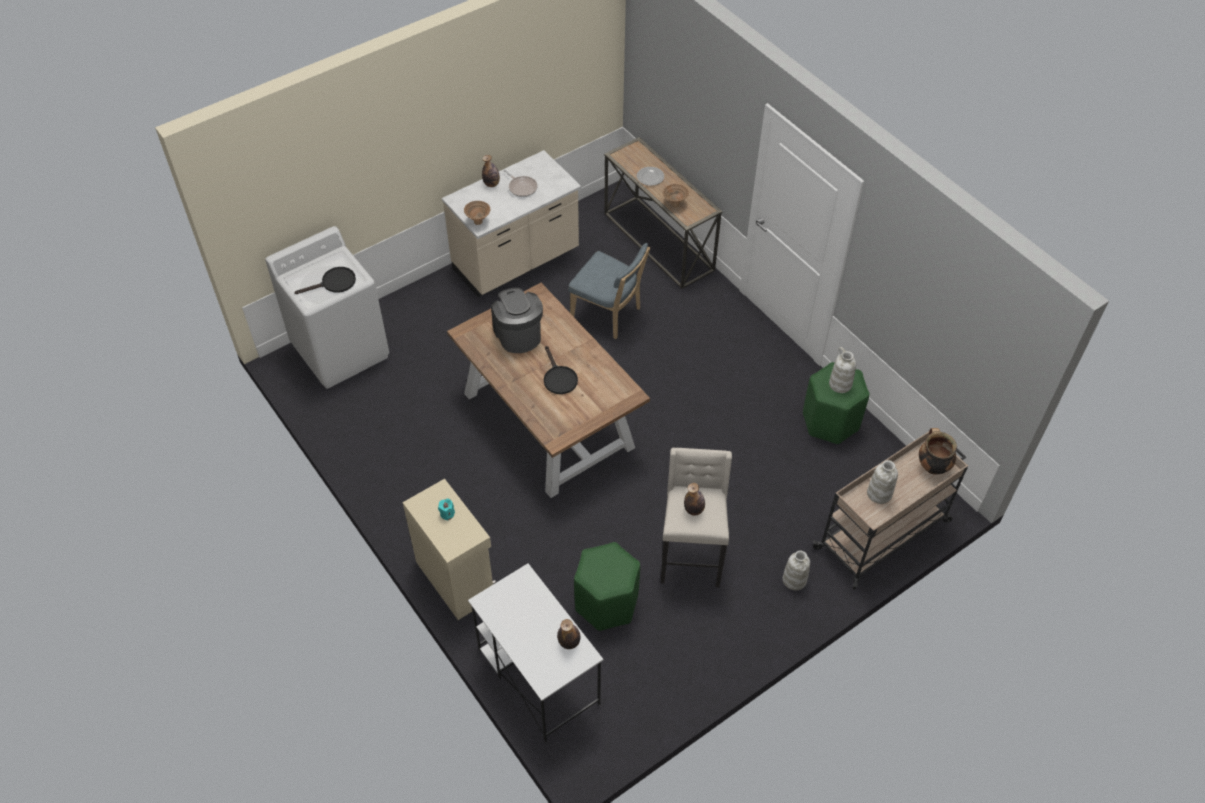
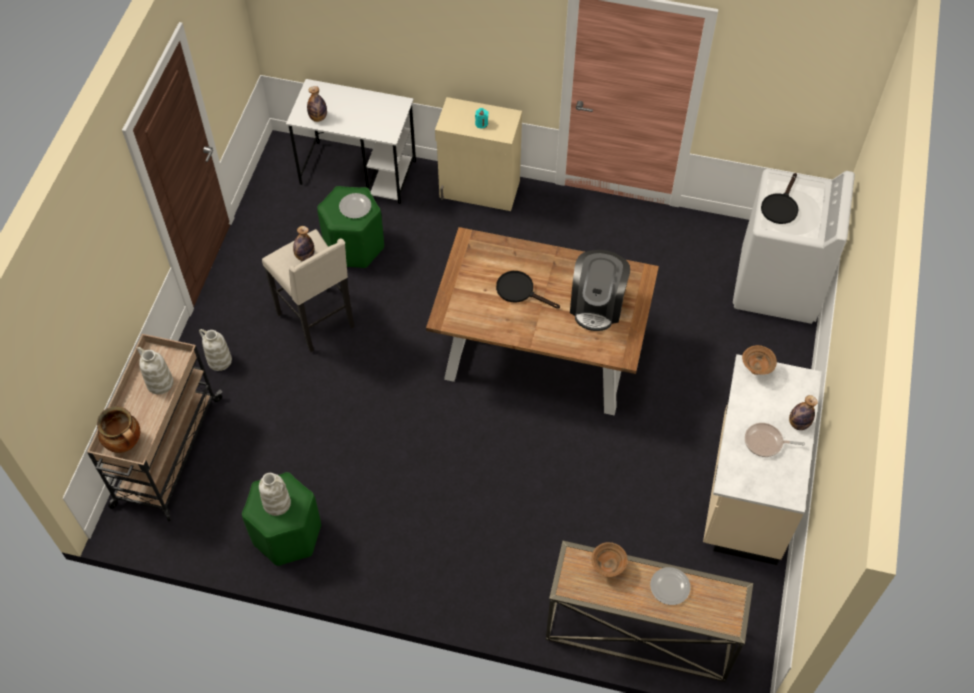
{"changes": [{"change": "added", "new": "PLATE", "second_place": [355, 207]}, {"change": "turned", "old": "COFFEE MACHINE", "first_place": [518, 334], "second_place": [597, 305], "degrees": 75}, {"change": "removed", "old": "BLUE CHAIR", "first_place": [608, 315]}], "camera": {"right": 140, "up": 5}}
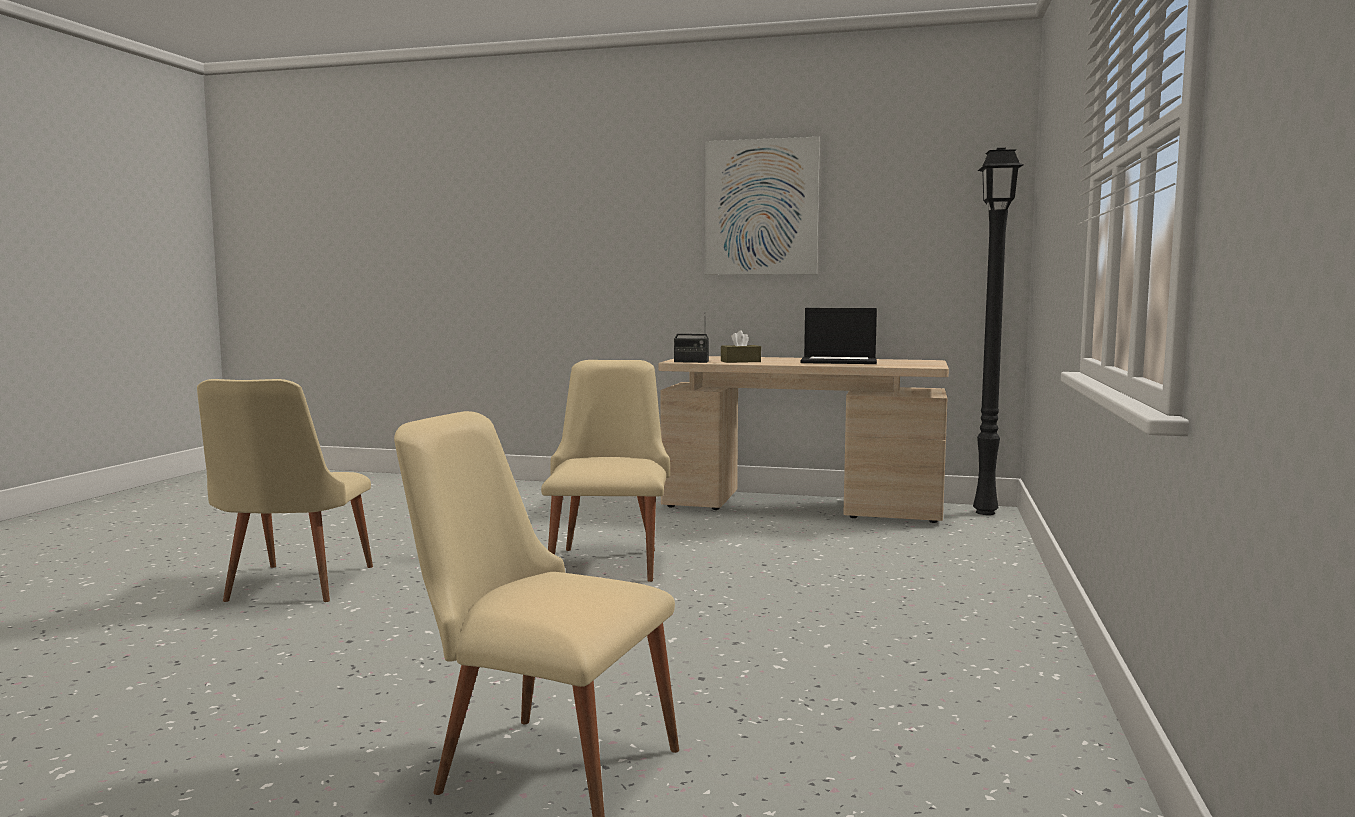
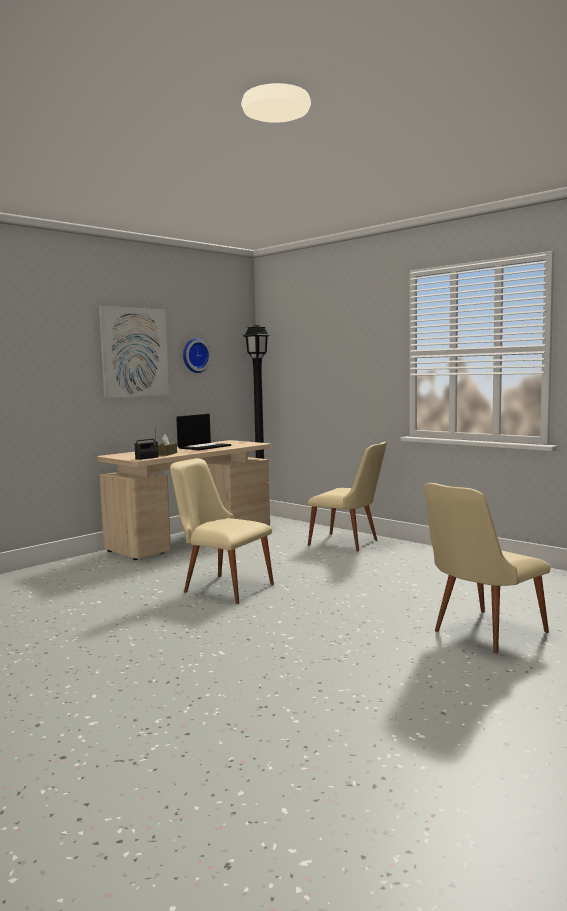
{"changes": [{"change": "added", "new": "WALL CLOCK", "second_place": [195, 355]}, {"change": "moved", "old": "BEIGE CHAIR", "first_place": [291, 588], "second_place": [349, 543]}], "camera": {"right": -60, "up": 0}}
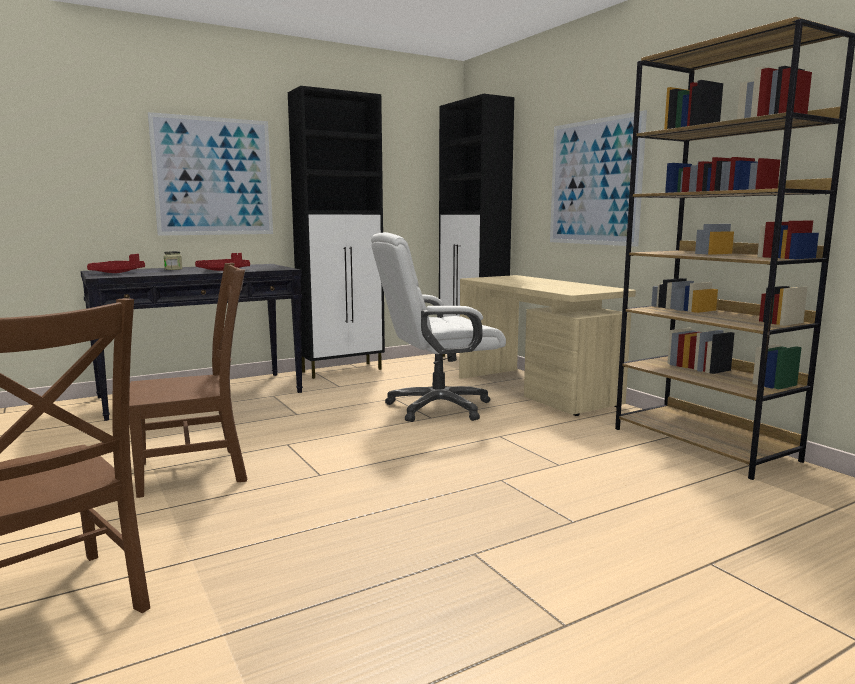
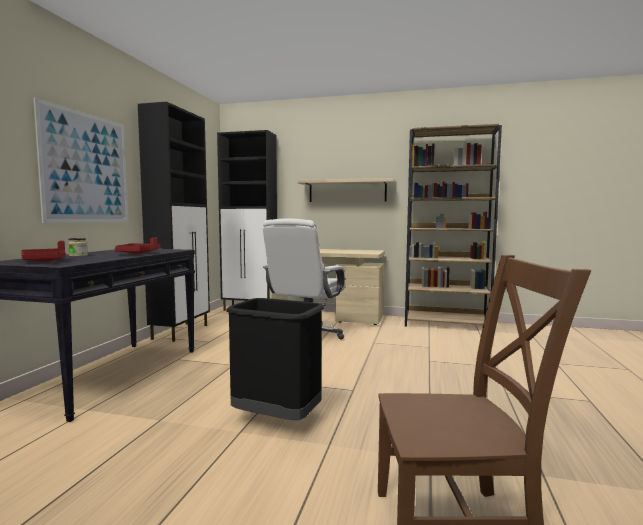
{"changes": [{"change": "replaced", "old": "BROWN CHAIR", "new": "BLACK TRASH CAN", "first_place": [197, 471], "second_place": [277, 419]}, {"change": "replaced", "old": "PICTURE", "new": "BEIGE SHELF", "first_place": [594, 182], "second_place": [347, 191]}], "camera": {"right": -45, "up": -5}}
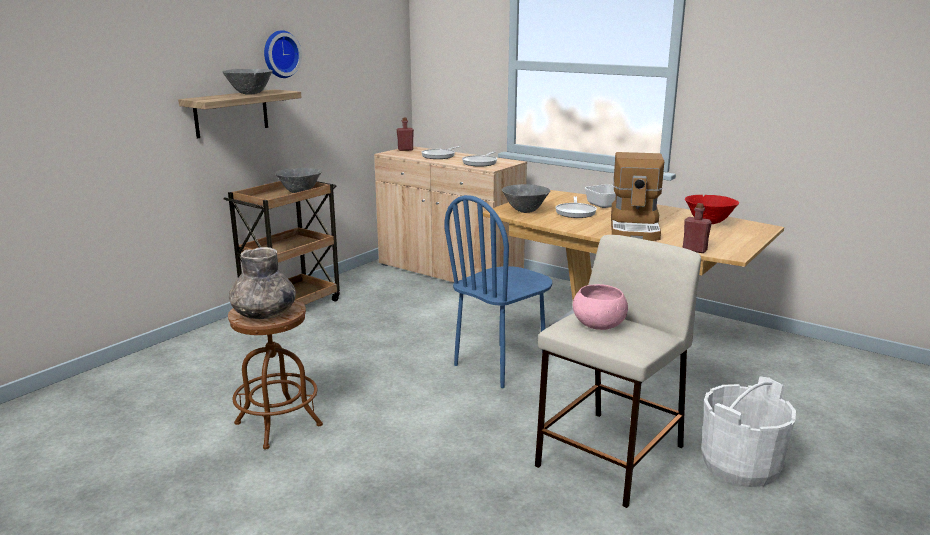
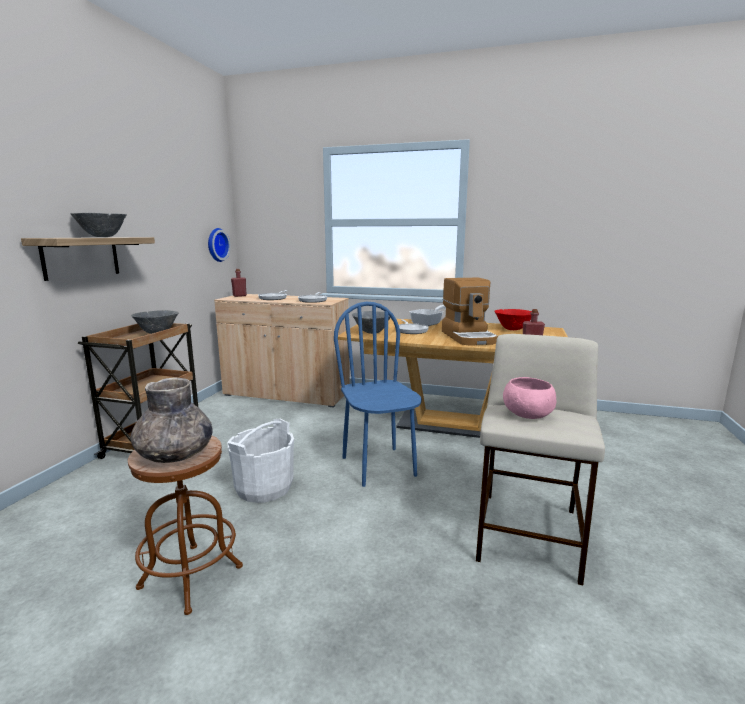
{"changes": [{"change": "moved", "old": "WALL CLOCK", "first_place": [280, 54], "second_place": [216, 245]}, {"change": "moved", "old": "WHITE BUCKET", "first_place": [739, 465], "second_place": [264, 487]}, {"change": "turned", "old": "BLUE CHAIR", "first_place": [500, 365], "second_place": [379, 466], "degrees": 135}], "camera": {"right": -20, "up": -5}}
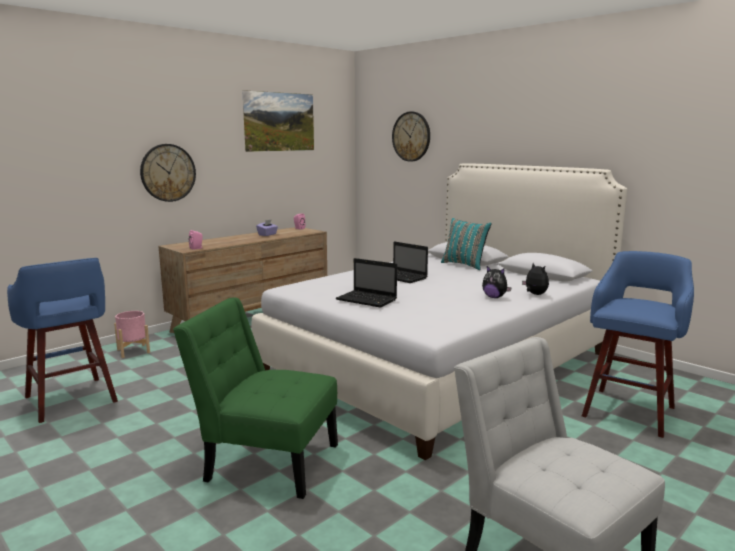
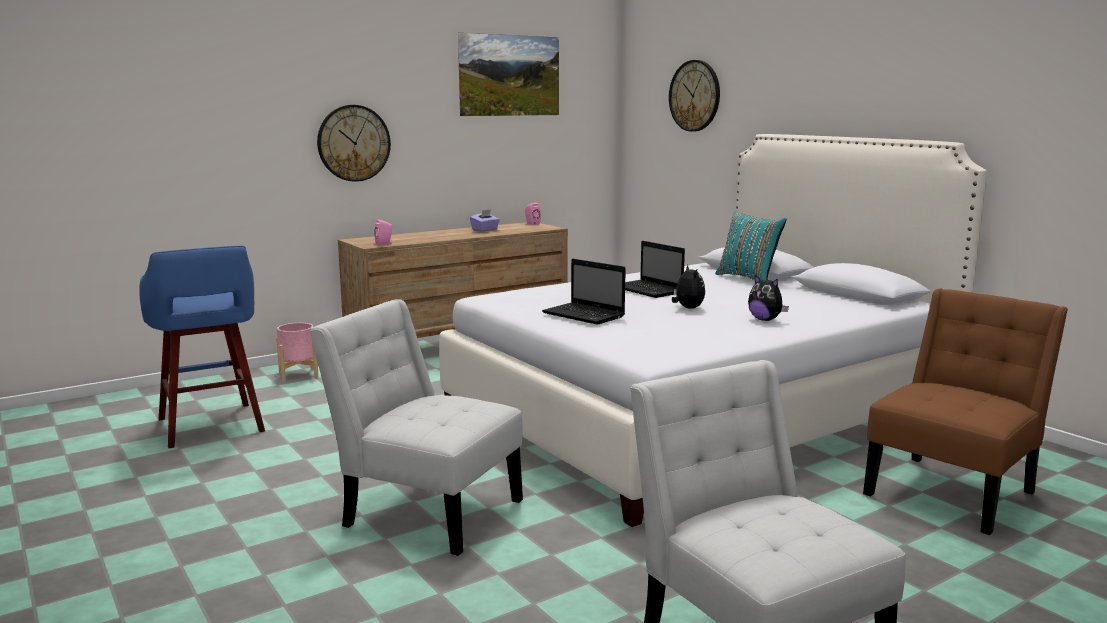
{"changes": [{"change": "recoloured", "old": "GREEN CHAIR", "new": "WHITE CHAIR", "first_place": [266, 461], "second_place": [426, 510]}, {"change": "moved", "old": "PLUSH TOY", "first_place": [534, 294], "second_place": [687, 308]}, {"change": "replaced", "old": "BLUE STOOL", "new": "BROWN CHAIR", "first_place": [629, 410], "second_place": [953, 491]}], "camera": {"right": 10, "up": 0}}
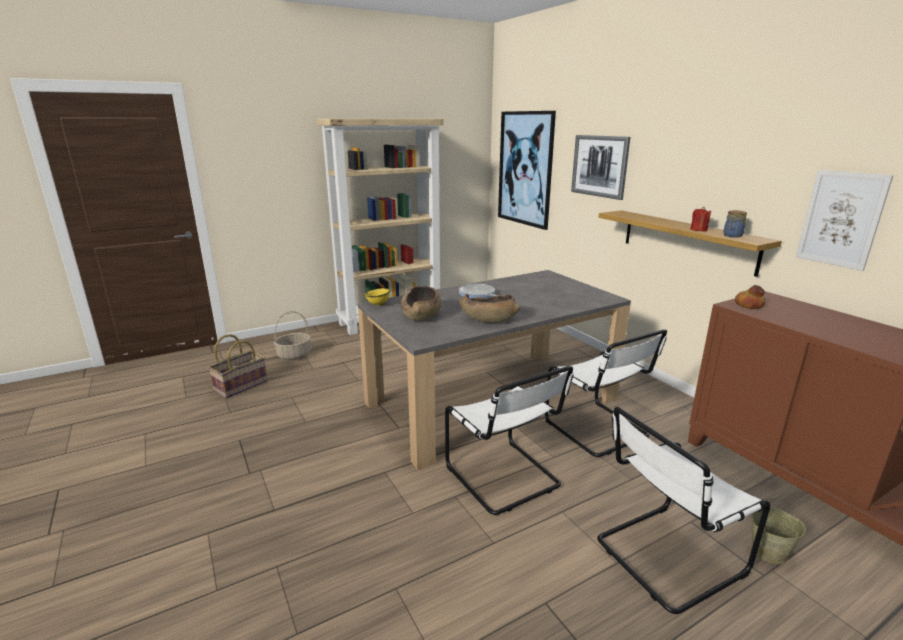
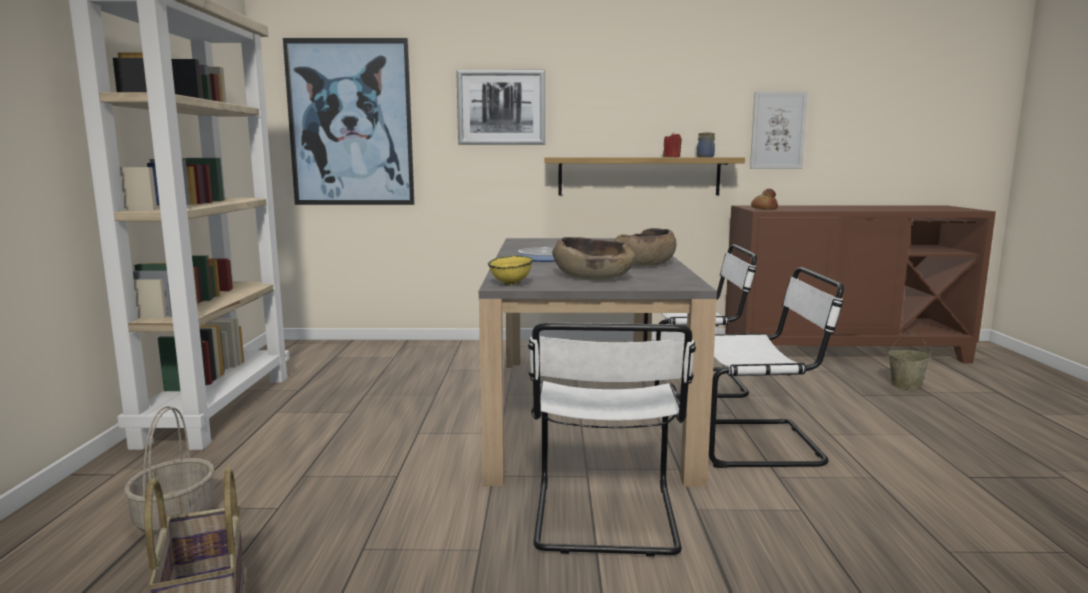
{"changes": [{"change": "moved", "old": "WHITE CHAIR", "first_place": [665, 557], "second_place": [605, 519]}], "camera": {"right": -60, "up": -10}}
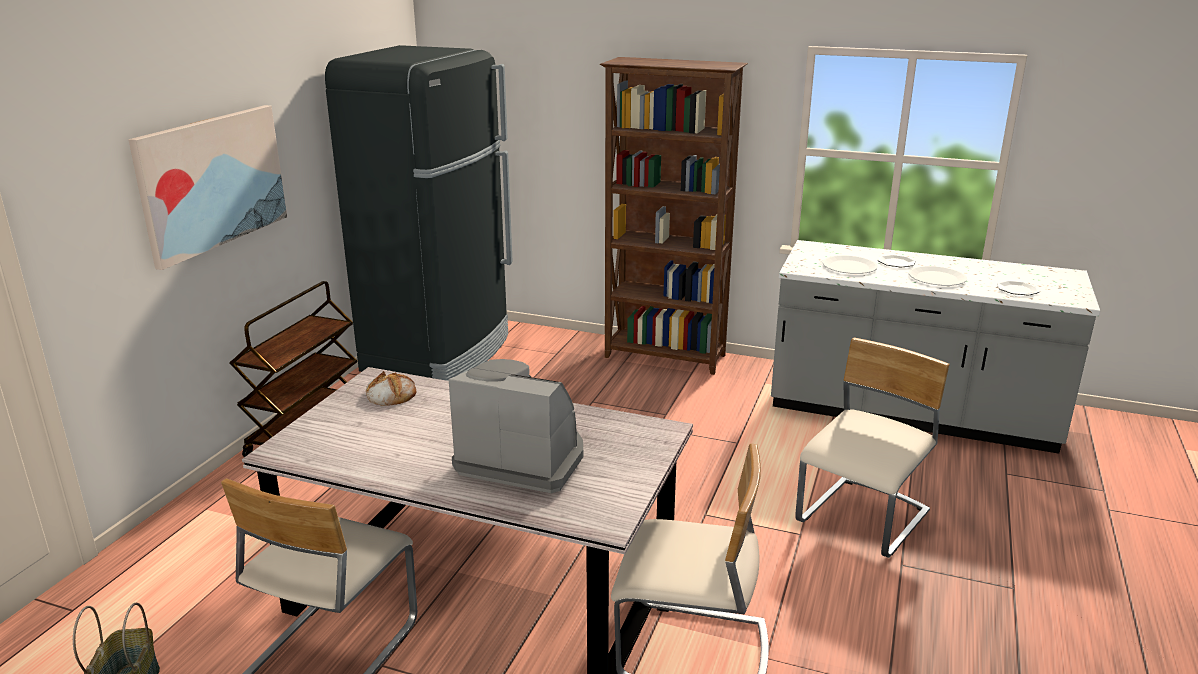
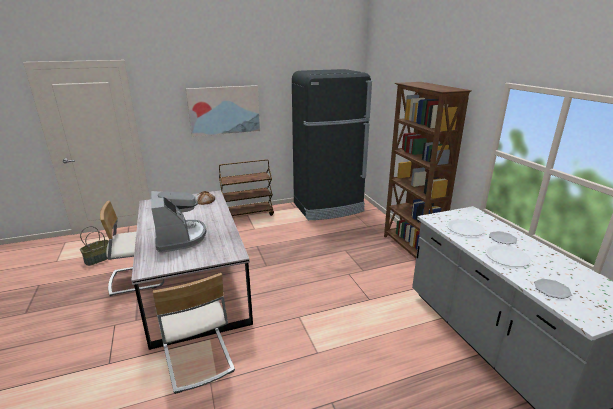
{"changes": [{"change": "removed", "old": "BEIGE CHAIR", "first_place": [864, 519]}], "camera": {"right": 50, "up": 0}}
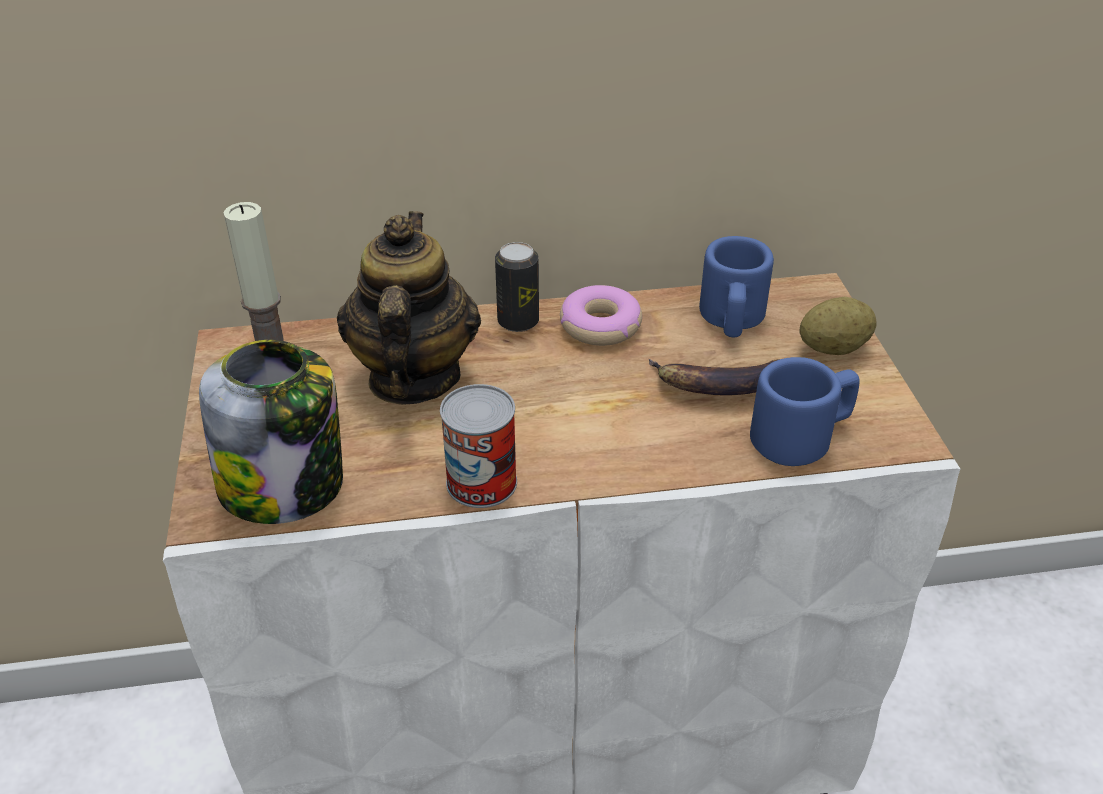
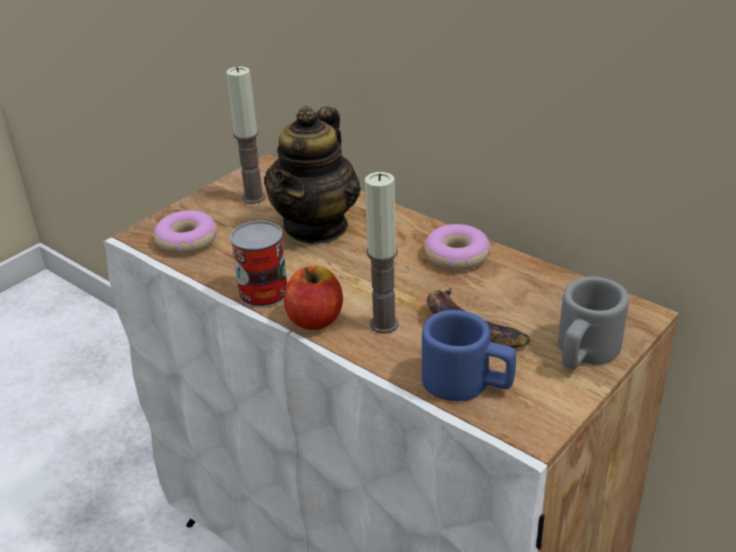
{"changes": [{"change": "replaced", "old": "JAR", "new": "DONUT", "first_place": [285, 486], "second_place": [187, 241]}, {"change": "turned", "old": "TEAPOT", "first_place": [413, 378], "second_place": [316, 226], "degrees": 150}, {"change": "added", "new": "APPLE", "second_place": [315, 319]}, {"change": "added", "new": "CANDLE", "second_place": [384, 324]}, {"change": "replaced", "old": "POTATO", "new": "GREY MUG", "first_place": [833, 348], "second_place": [584, 352]}, {"change": "removed", "old": "CAN", "first_place": [518, 321]}, {"change": "removed", "old": "BLUE MUG", "first_place": [731, 319]}], "camera": {"right": 50, "up": -5}}
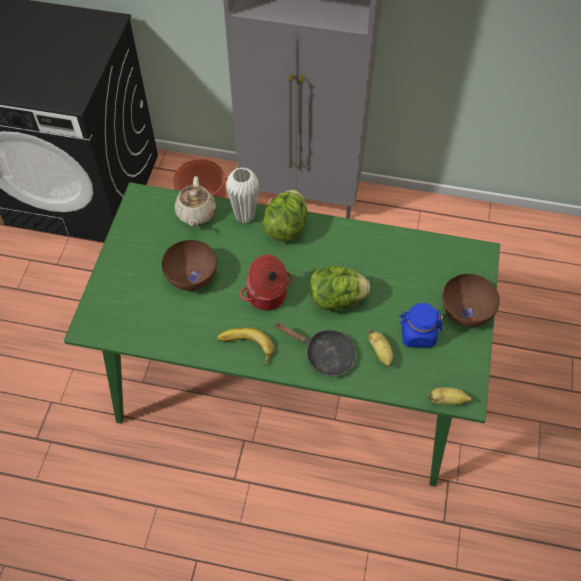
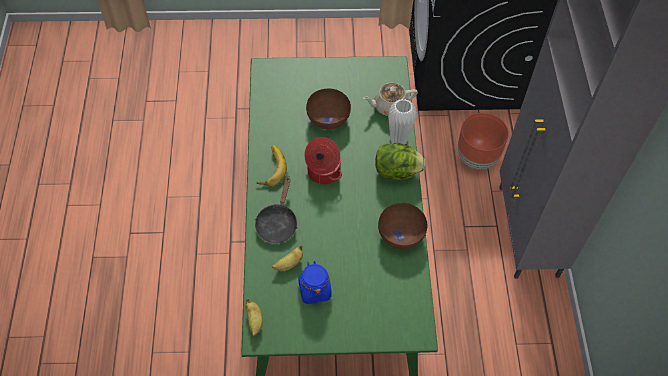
{"changes": [{"change": "moved", "old": "BROWN BOWL", "first_place": [467, 310], "second_place": [401, 235]}, {"change": "removed", "old": "LETTUCE", "first_place": [336, 299]}], "camera": {"right": 75, "up": 0}}
